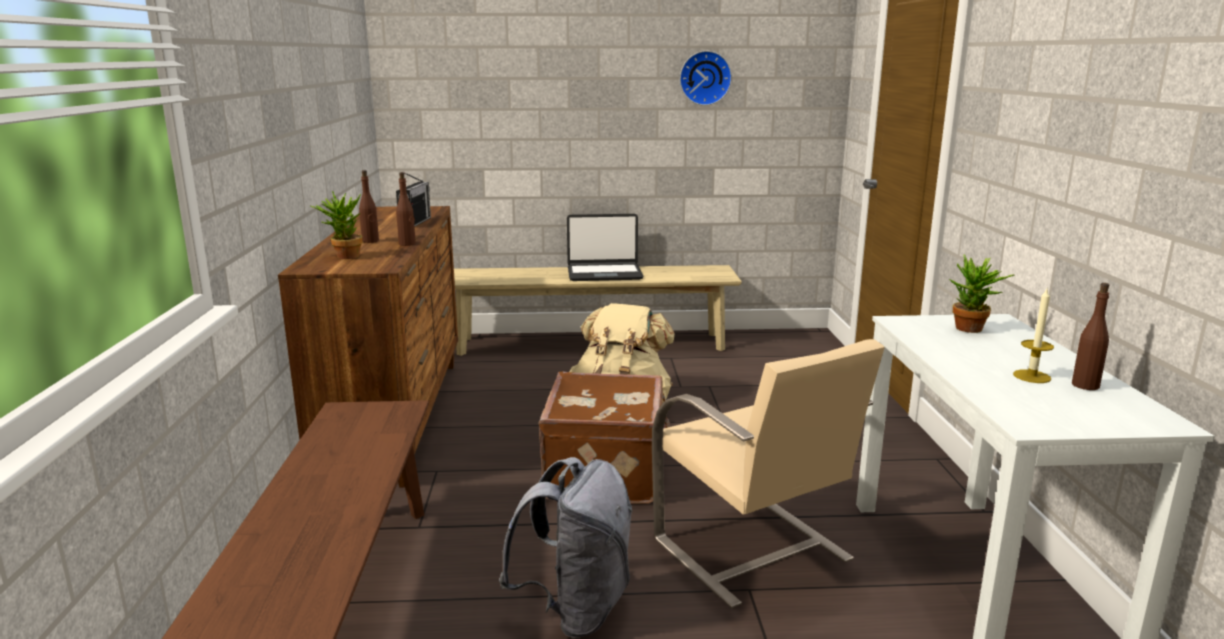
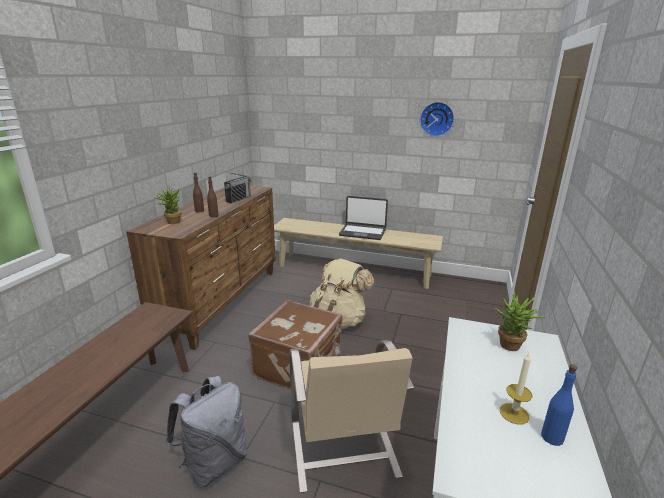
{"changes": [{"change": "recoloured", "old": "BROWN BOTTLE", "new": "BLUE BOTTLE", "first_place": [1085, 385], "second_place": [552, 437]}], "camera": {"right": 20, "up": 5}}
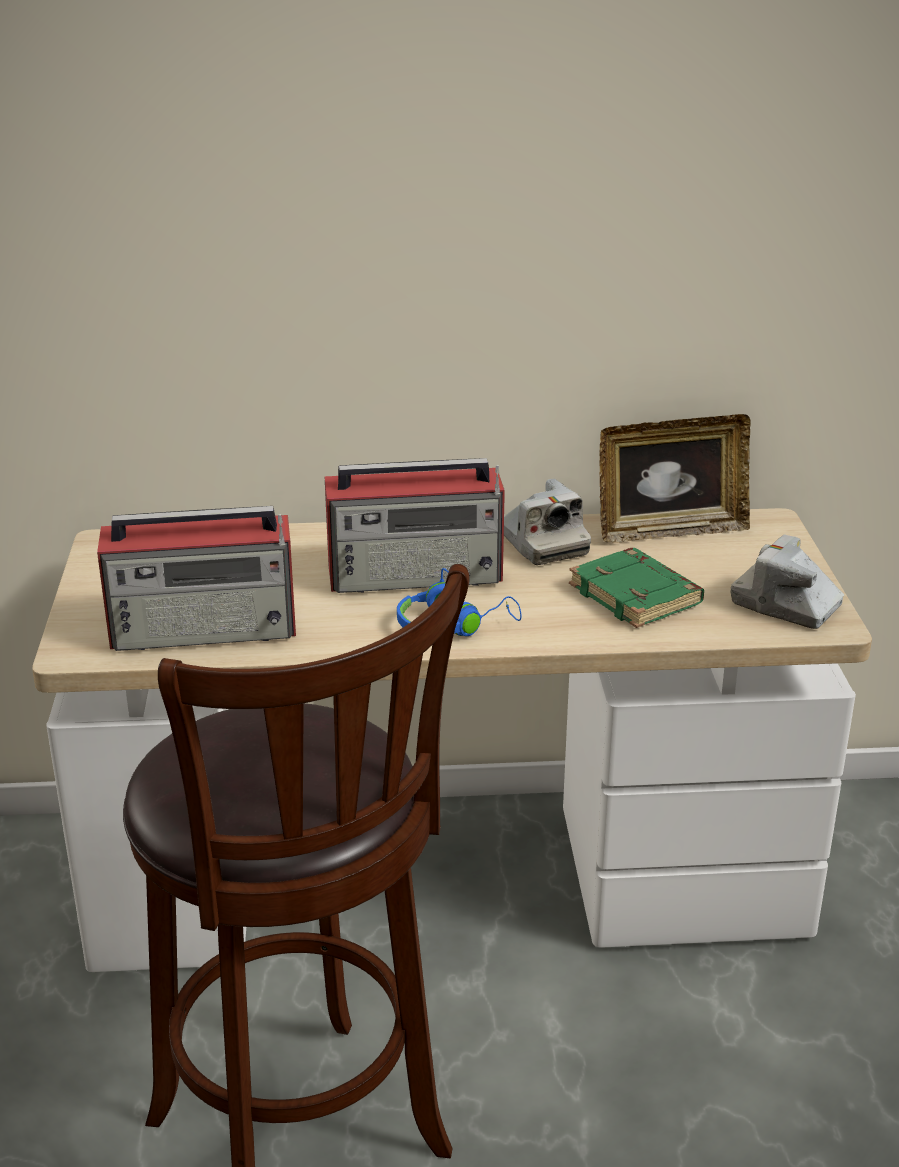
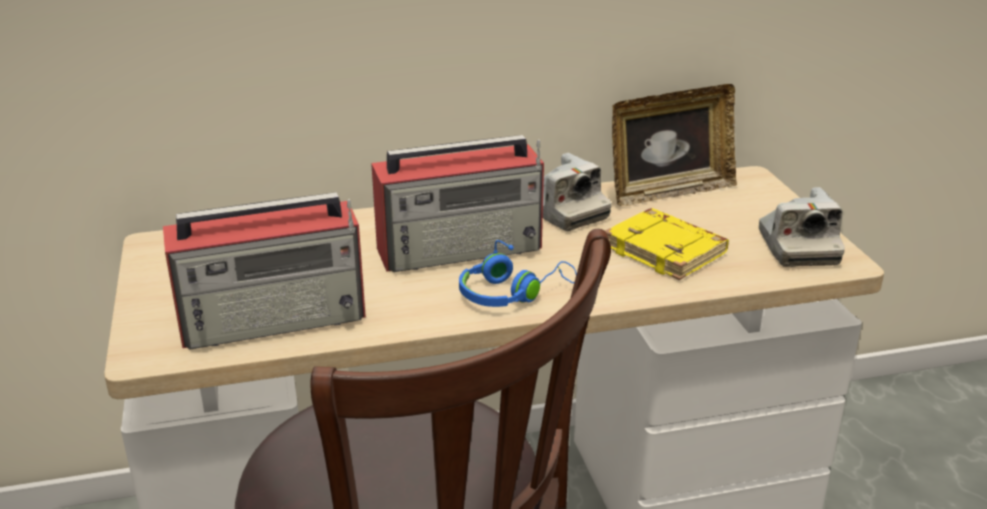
{"changes": [{"change": "recoloured", "old": "GREEN BOOK", "new": "YELLOW BOOK", "first_place": [637, 596], "second_place": [666, 251]}, {"change": "turned", "old": "PHOTO CAMERA", "first_place": [786, 605], "second_place": [797, 247], "degrees": -120}], "camera": {"right": -10, "up": 0}}
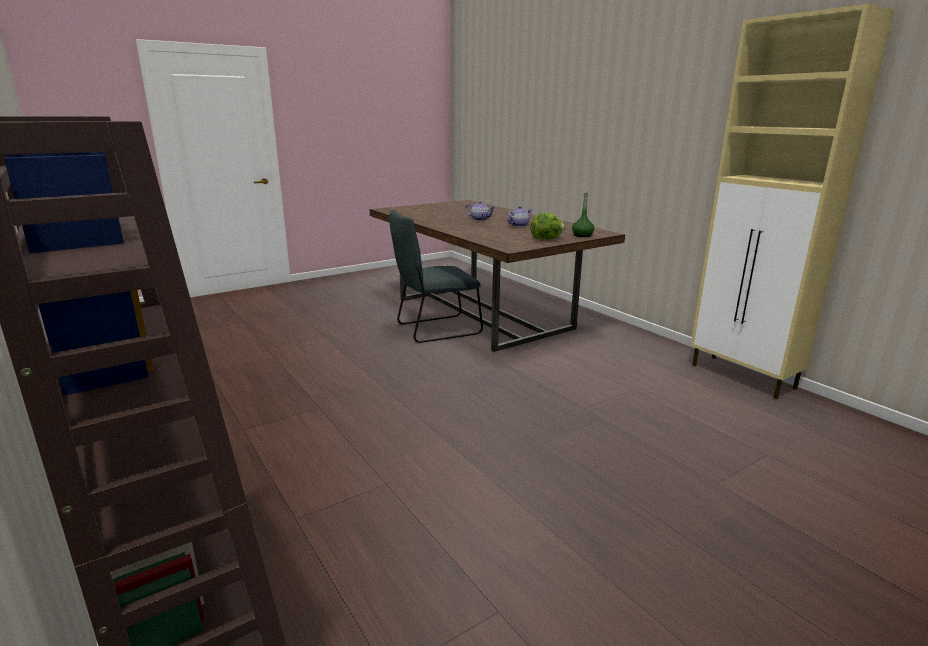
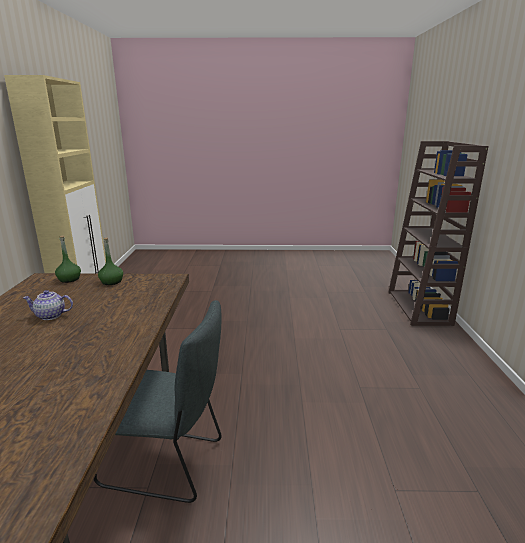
{"changes": [{"change": "replaced", "old": "LETTUCE", "new": "GREEN BOTTLE", "first_place": [546, 239], "second_place": [111, 282]}, {"change": "removed", "old": "TEAPOT", "first_place": [479, 219]}], "camera": {"right": -145, "up": 0}}
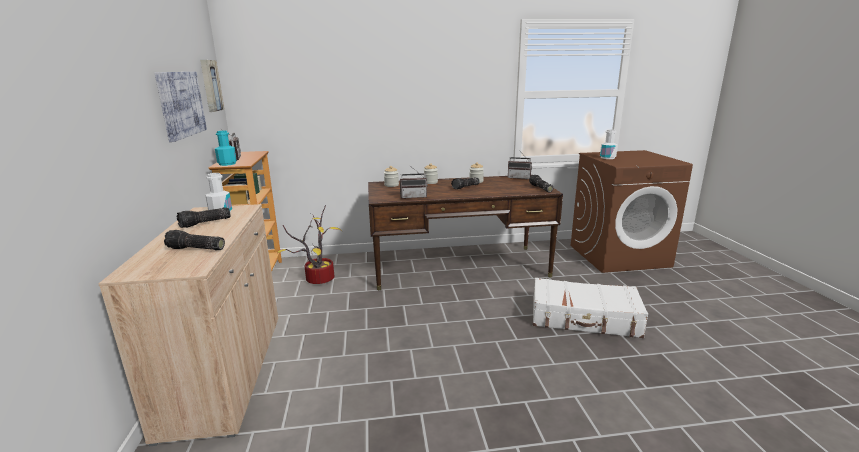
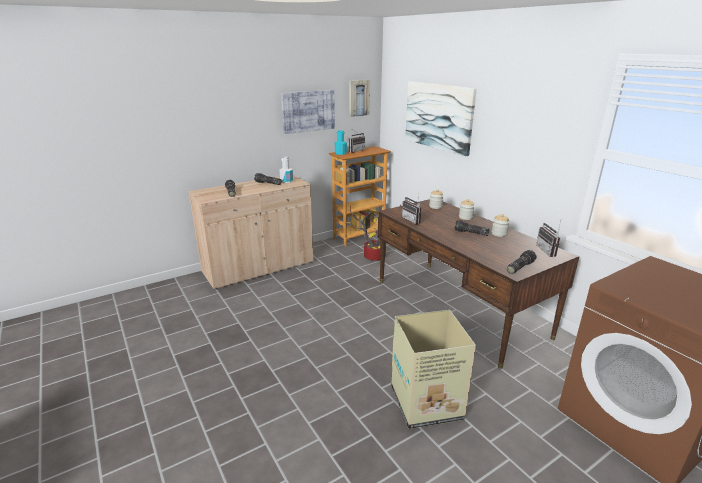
{"changes": [{"change": "replaced", "old": "WHITE SUITCASE", "new": "CARDBOARD BOX", "first_place": [584, 318], "second_place": [427, 403]}, {"change": "added", "new": "PICTURE", "second_place": [438, 116]}, {"change": "removed", "old": "WHITE BOTTLE", "first_place": [607, 158]}], "camera": {"right": 65, "up": 5}}
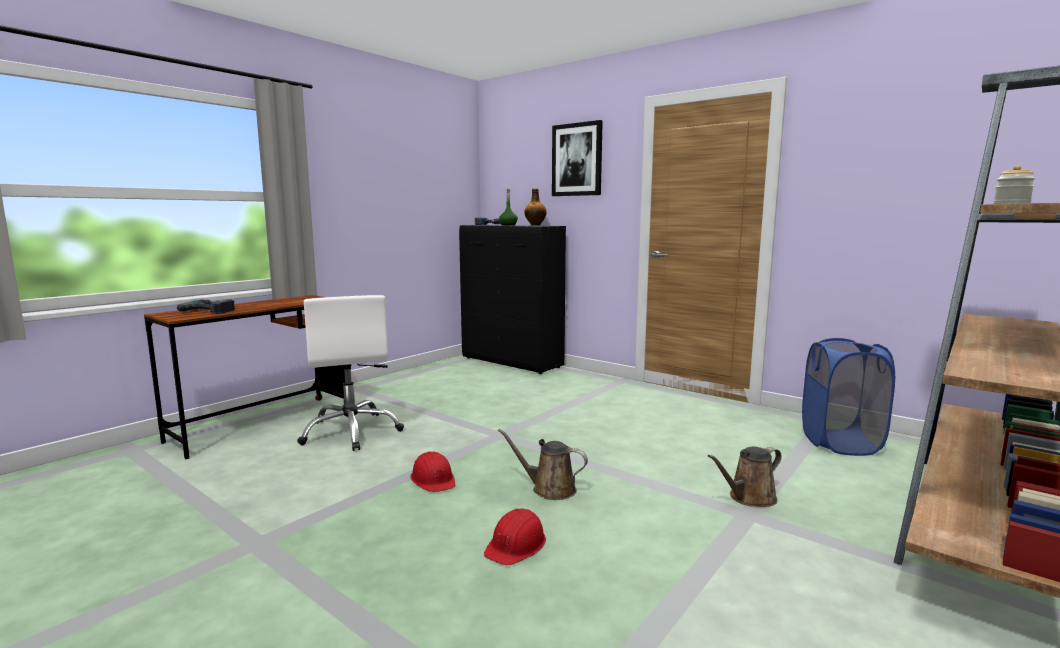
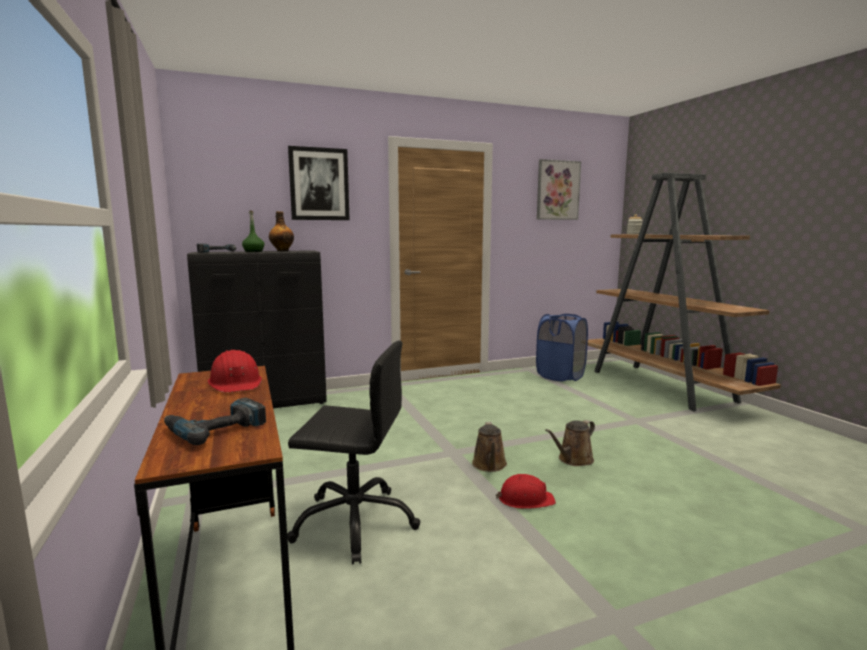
{"changes": [{"change": "moved", "old": "RED HARD HAT", "first_place": [516, 545], "second_place": [236, 383]}, {"change": "recoloured", "old": "WHITE OFFICE CHAIR", "new": "BLACK OFFICE CHAIR", "first_place": [352, 432], "second_place": [355, 522]}, {"change": "moved", "old": "BROWN WATERING CAN", "first_place": [749, 498], "second_place": [489, 465]}, {"change": "added", "new": "PICTURE", "second_place": [557, 190]}], "camera": {"right": -60, "up": 0}}
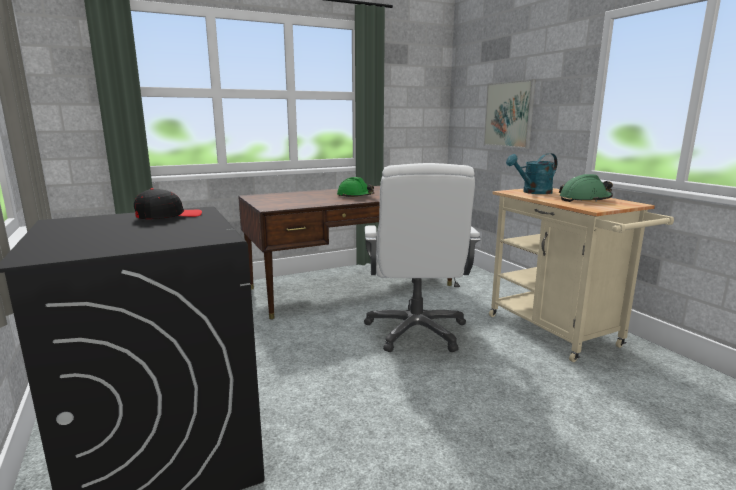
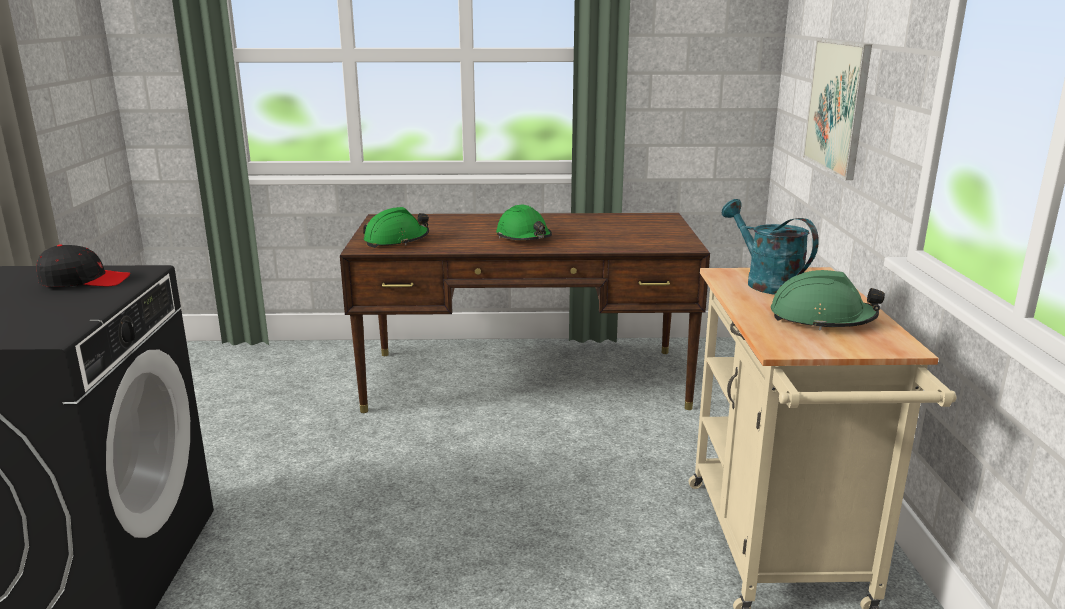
{"changes": [{"change": "added", "new": "GREEN HARD HAT", "second_place": [396, 241]}, {"change": "turned", "old": "TURQUOISE WATERING CAN", "first_place": [533, 192], "second_place": [766, 282], "degrees": 60}, {"change": "removed", "old": "WHITE OFFICE CHAIR", "first_place": [416, 331]}], "camera": {"right": 25, "up": 5}}
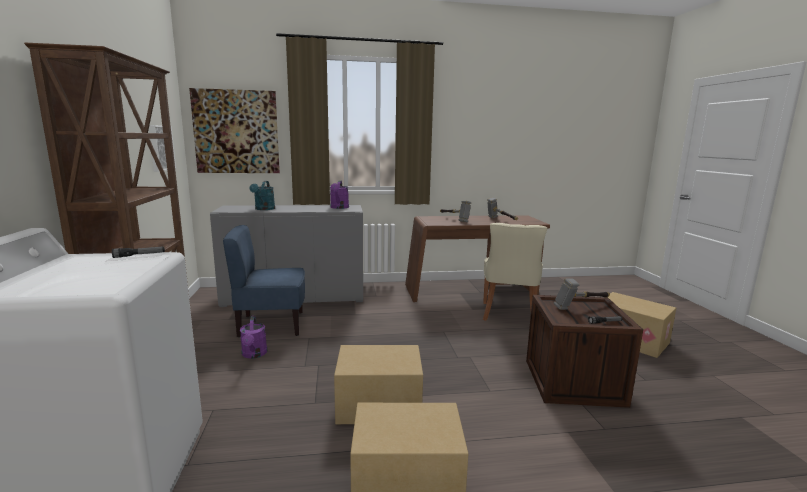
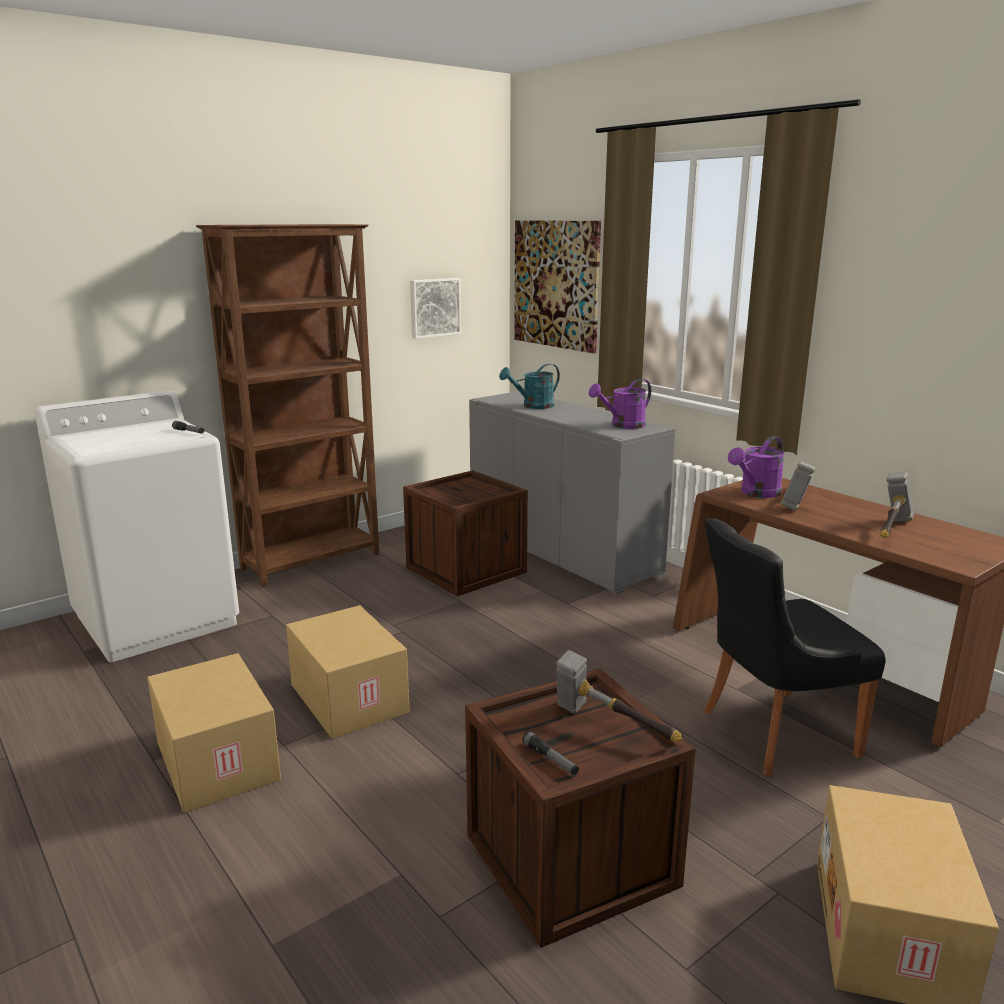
{"changes": [{"change": "replaced", "old": "BLUE CHAIR", "new": "CRATE", "first_place": [271, 325], "second_place": [466, 570]}, {"change": "recoloured", "old": "BEIGE CHAIR", "new": "BLACK CHAIR", "first_place": [509, 314], "second_place": [773, 733]}, {"change": "moved", "old": "PURPLE WATERING CAN", "first_place": [254, 354], "second_place": [756, 493]}], "camera": {"right": 60, "up": 5}}
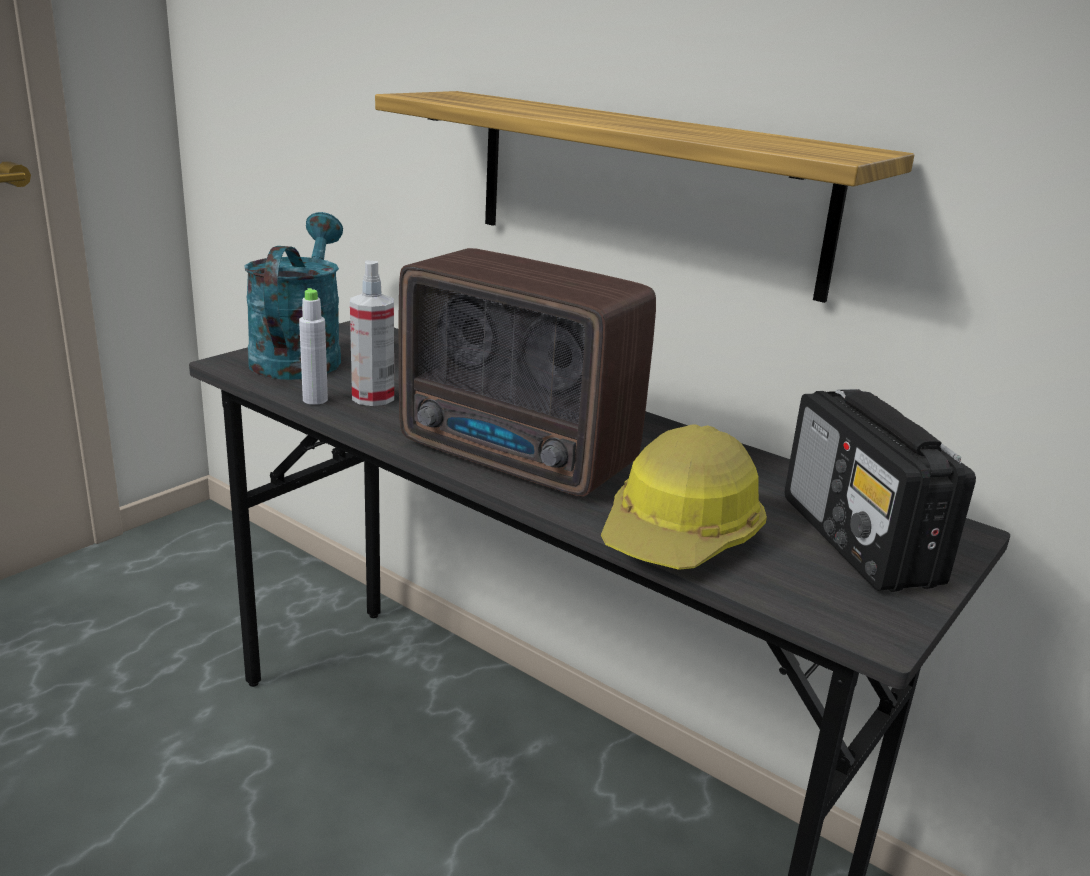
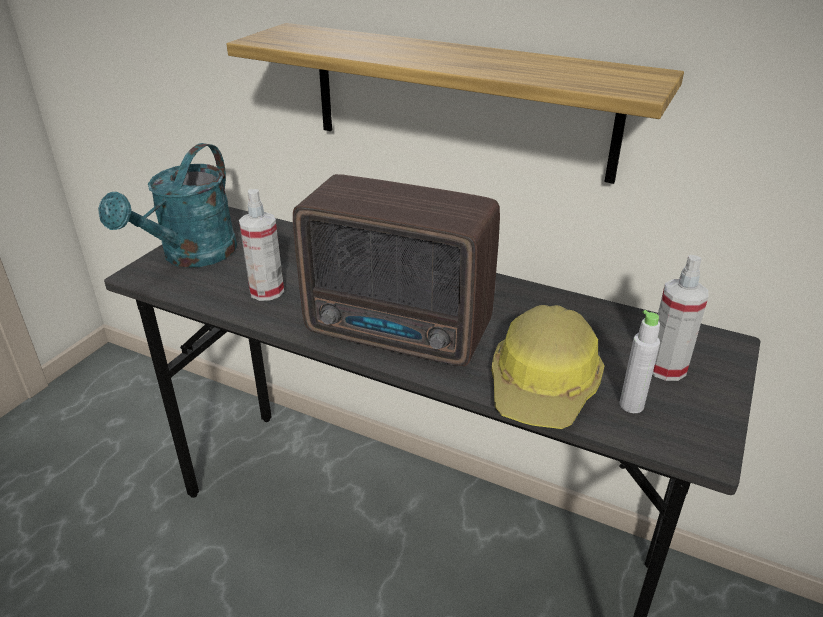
{"changes": [{"change": "turned", "old": "TURQUOISE WATERING CAN", "first_place": [300, 355], "second_place": [191, 256], "degrees": -150}, {"change": "moved", "old": "GREY BOTTLE", "first_place": [315, 400], "second_place": [631, 405]}, {"change": "replaced", "old": "RADIO", "new": "SPRAY BOTTLE", "first_place": [859, 542], "second_place": [666, 368]}], "camera": {"right": -10, "up": 10}}
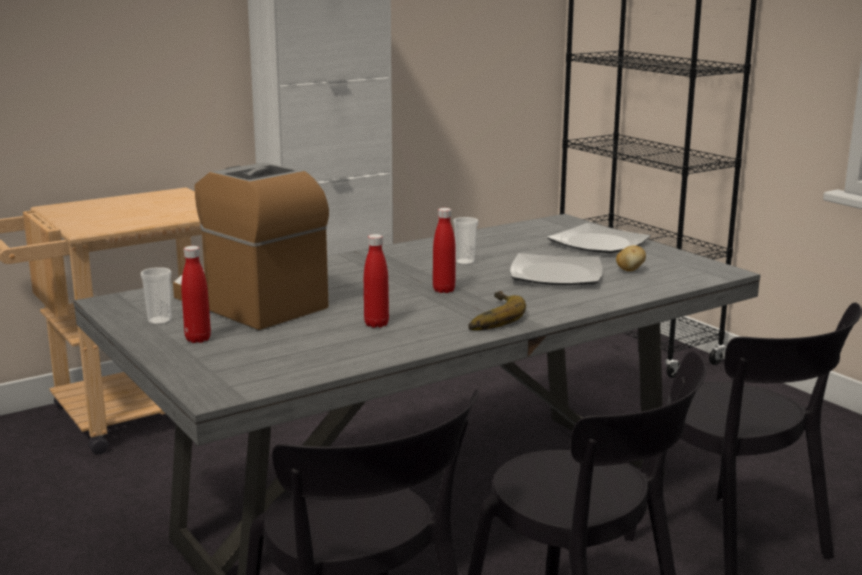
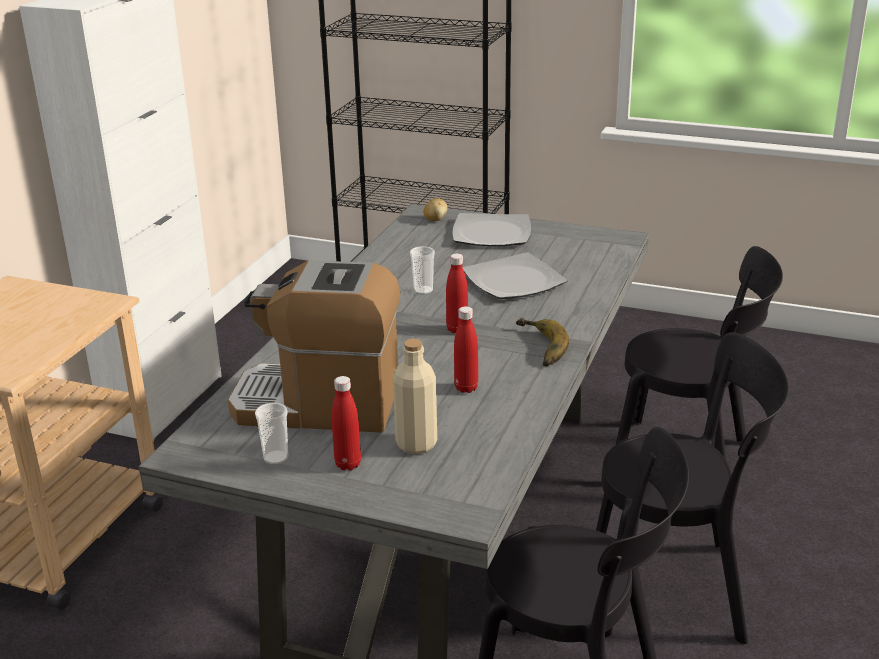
{"changes": [{"change": "added", "new": "BEIGE BOTTLE", "second_place": [416, 444]}, {"change": "moved", "old": "POTATO", "first_place": [630, 270], "second_place": [435, 220]}], "camera": {"right": -35, "up": 10}}
